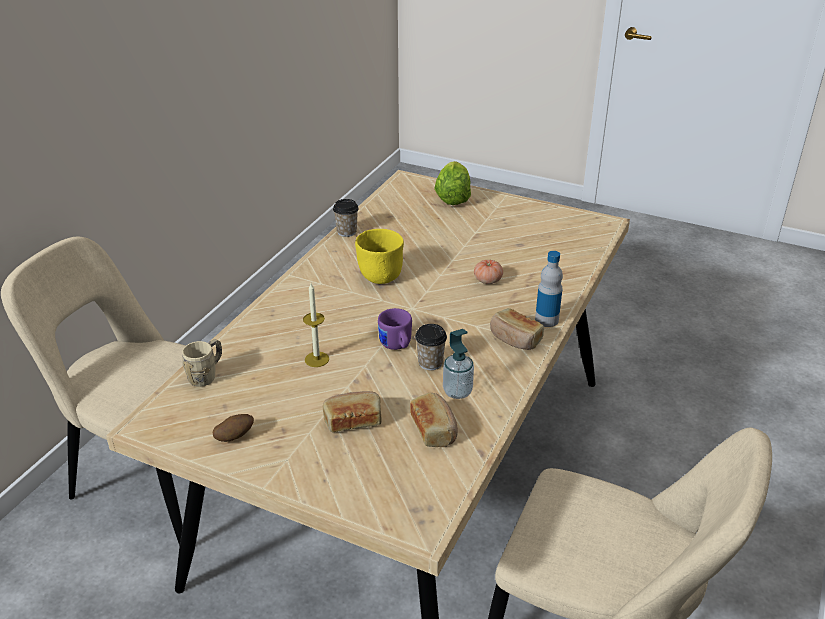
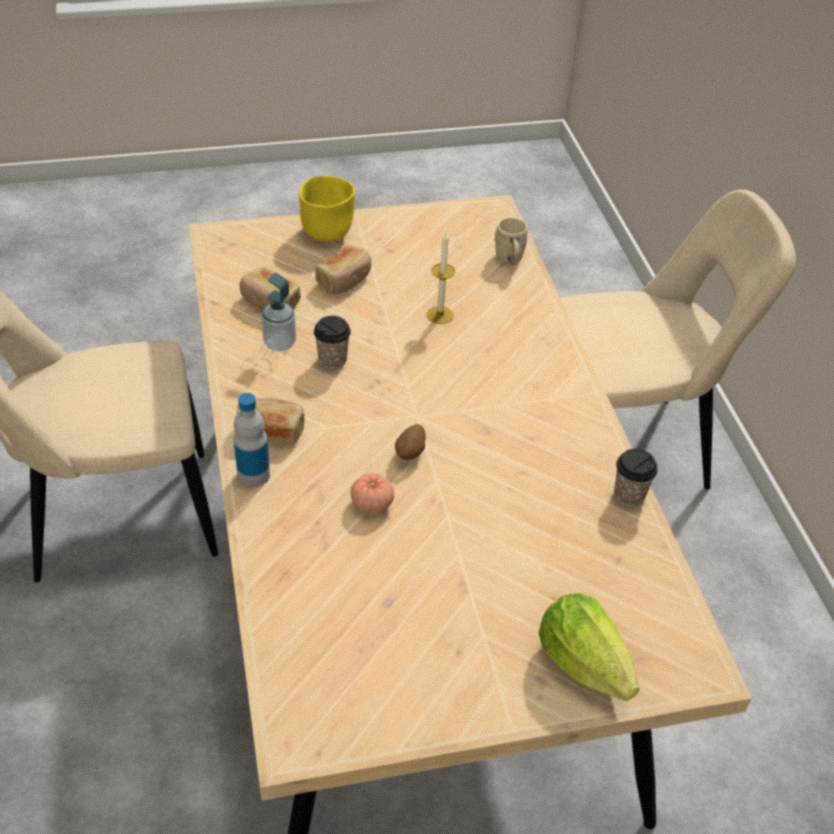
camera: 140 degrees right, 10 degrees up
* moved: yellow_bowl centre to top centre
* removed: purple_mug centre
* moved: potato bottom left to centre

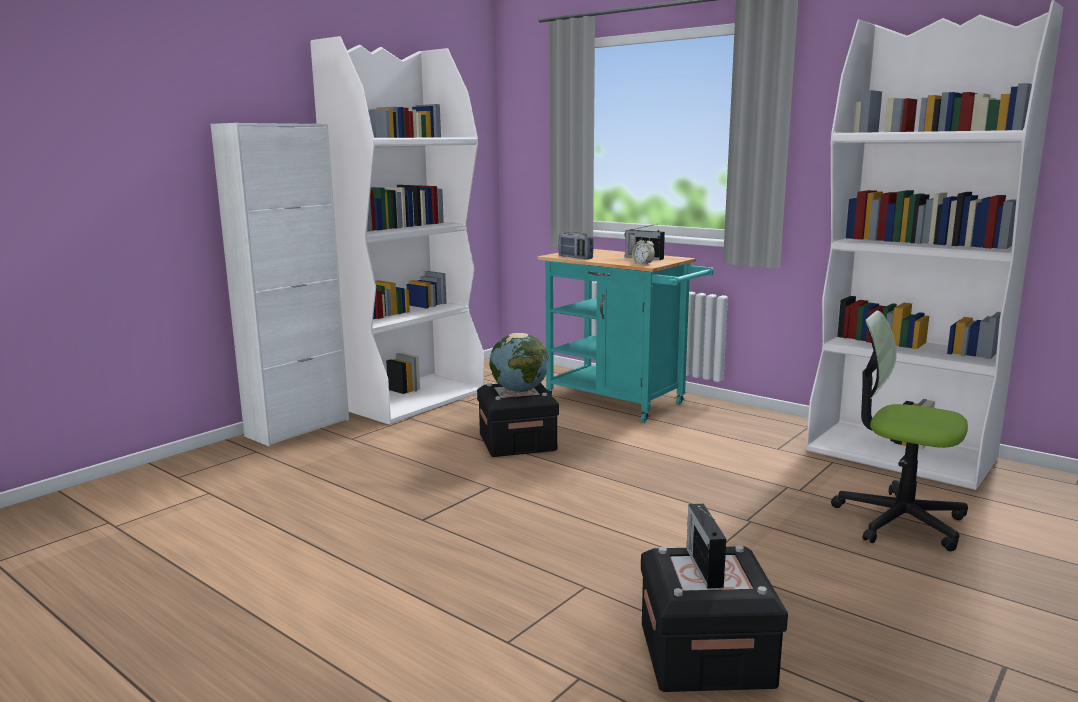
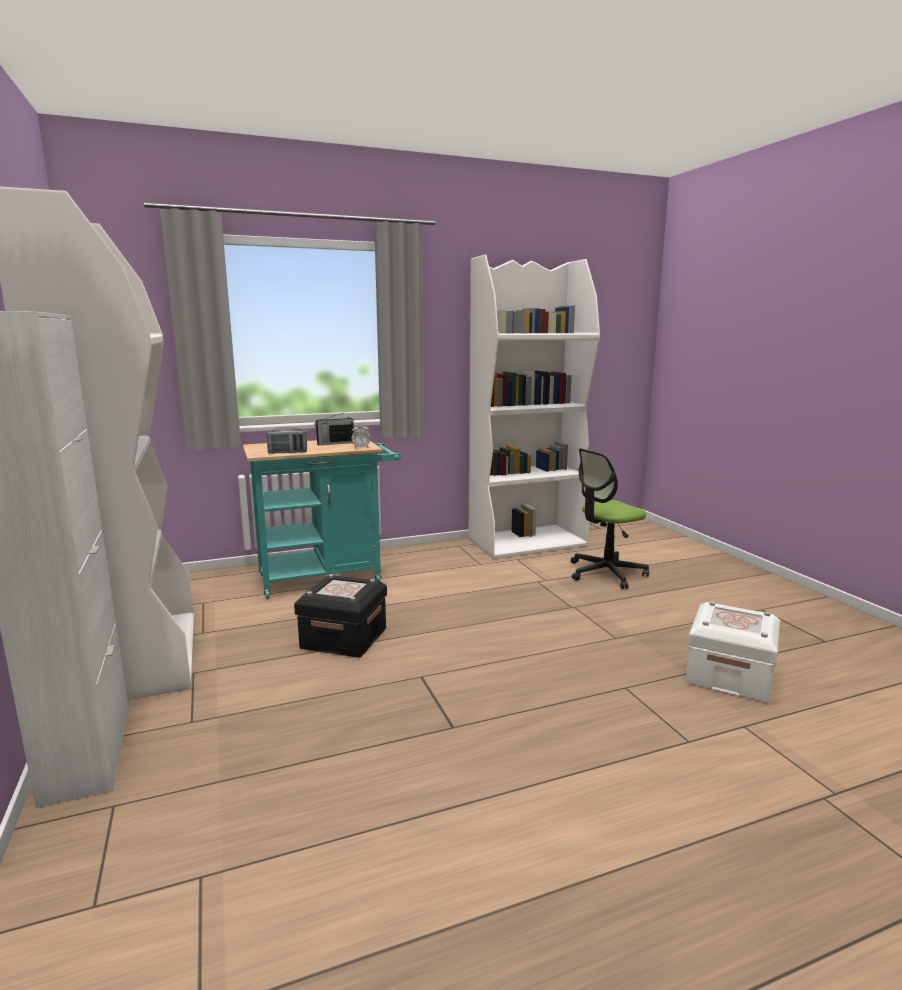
camera: 60 degrees left, 0 degrees up
* removed: globe centre
* removed: radio (3rd from left) bottom centre
* recoloured: black_storage_box (2nd from left) bottom centre to white_storage_box middle right

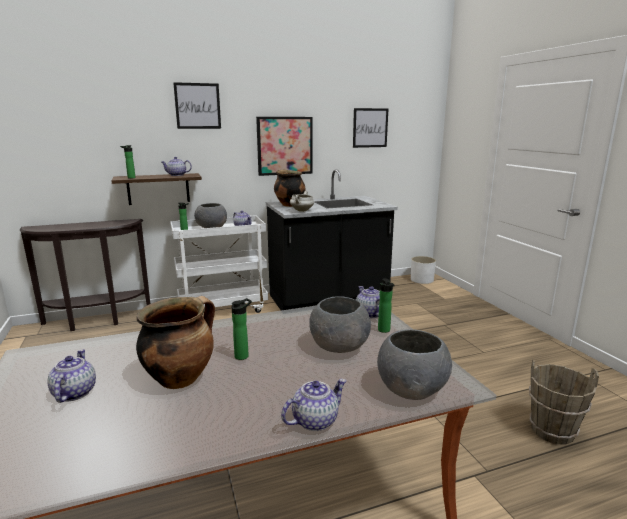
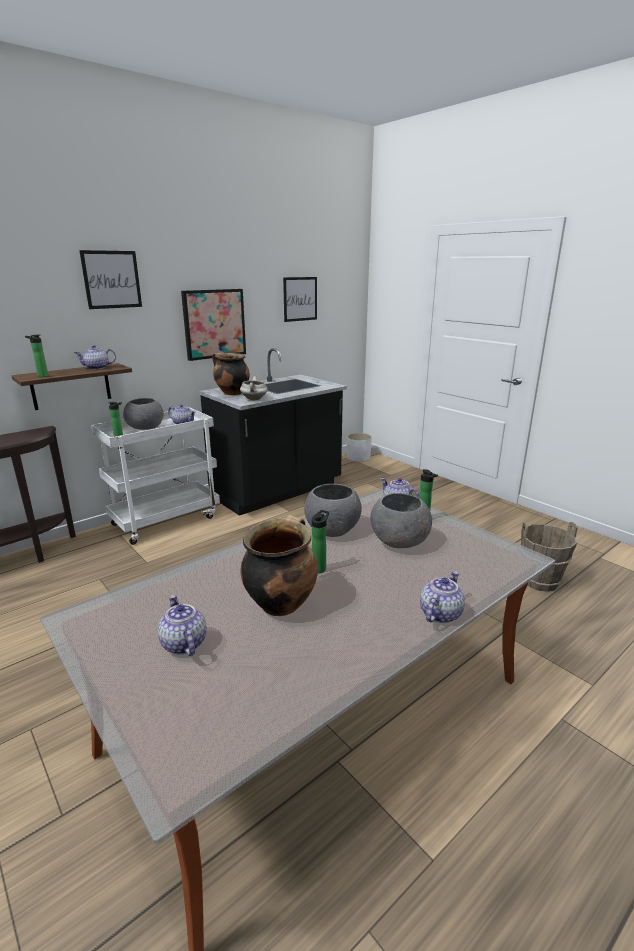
camera: 20 degrees left, 5 degrees up
* moved: grey_bowl (3rd from left in the first image) bottom centre to grey_bowl (2nd from left) centre

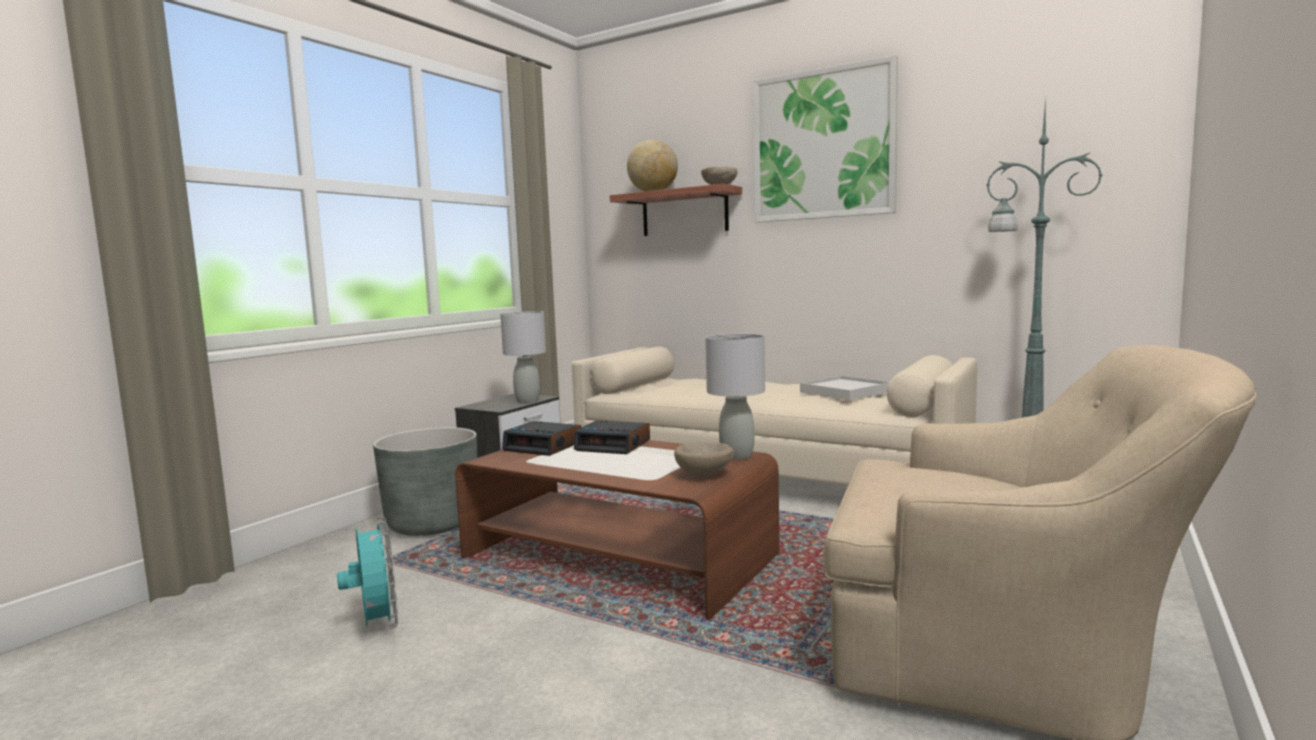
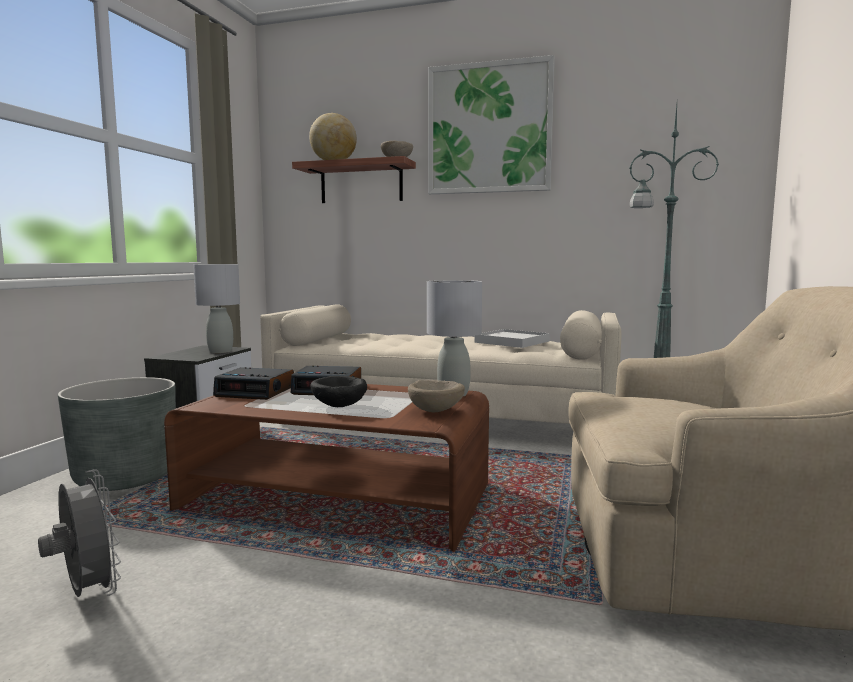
camera: 15 degrees left, 0 degrees up
* recoloured: turquoise_fan bottom left to grey_fan bottom left
* added: black_bowl centre

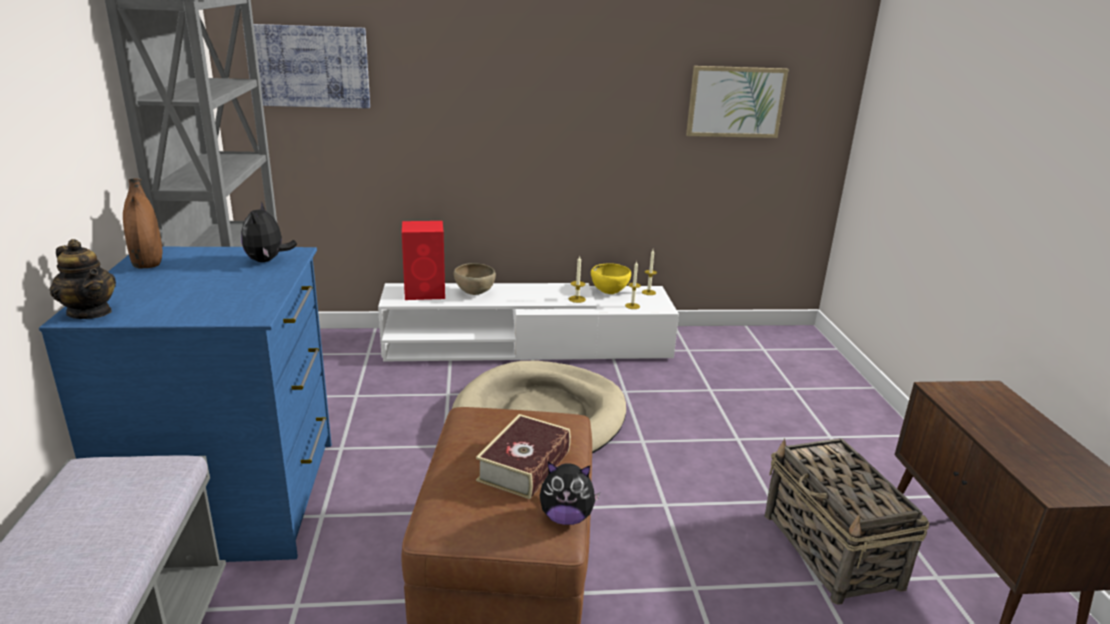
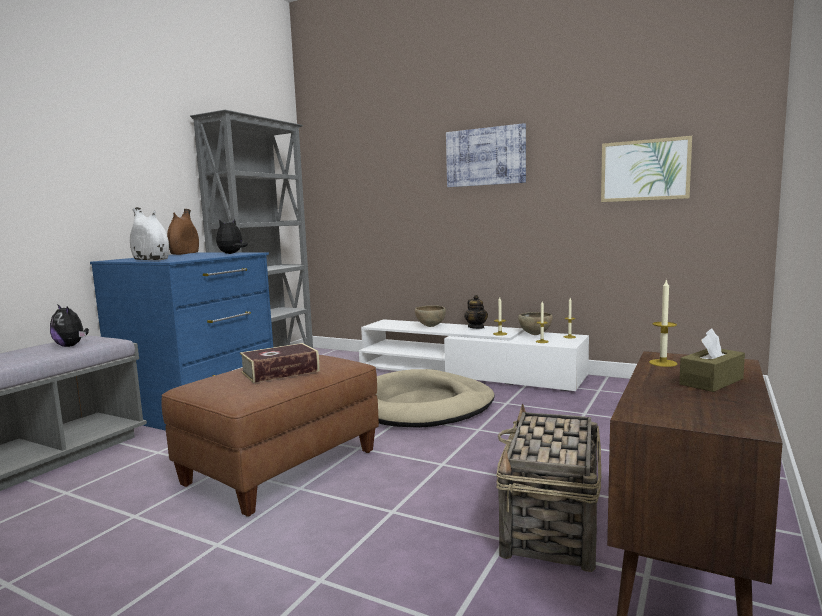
camera: 35 degrees right, 15 degrees down
* moved: picture (1st from left) top left to top centre
* removed: red_speaker centre
* moved: teapot middle left to centre
* recoloured: yellow_bowl centre to brown_bowl (2nd from left) centre
* moved: plush_toy (2nd from left in the first image) bottom centre to plush_toy (1st from left) middle left
* added: white_vase middle left
* added: candle (4th from left) middle right
* added: brown_tissue_box middle right

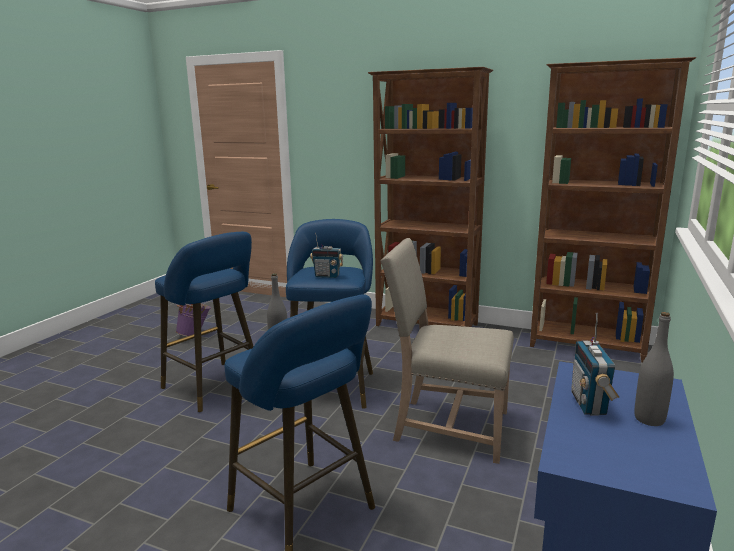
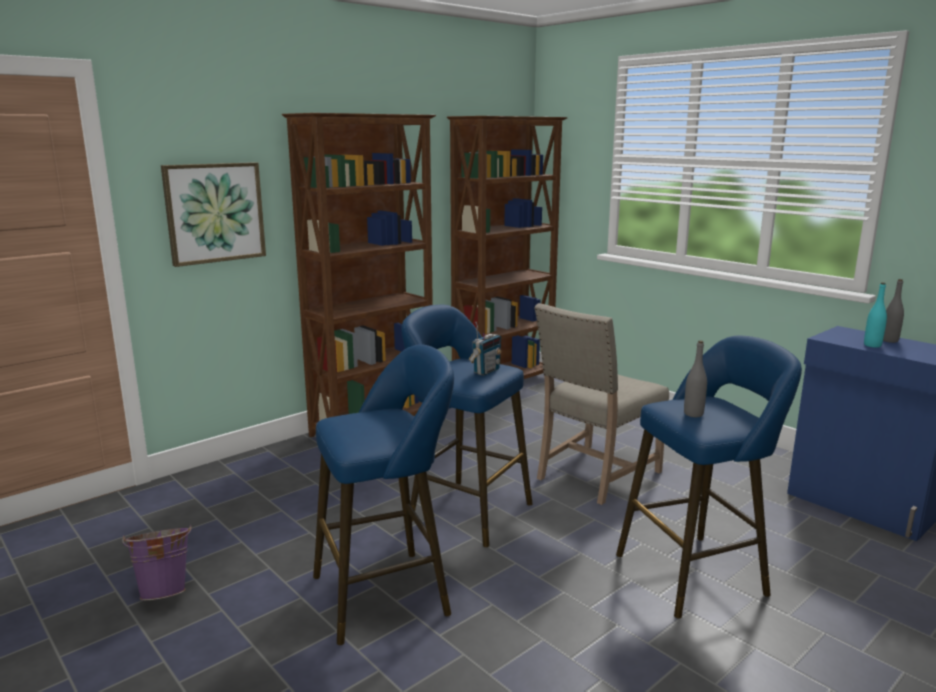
camera: 65 degrees left, 0 degrees up
* replaced: radio (2nd from left) middle right to turquoise_bottle middle right
* added: picture top left

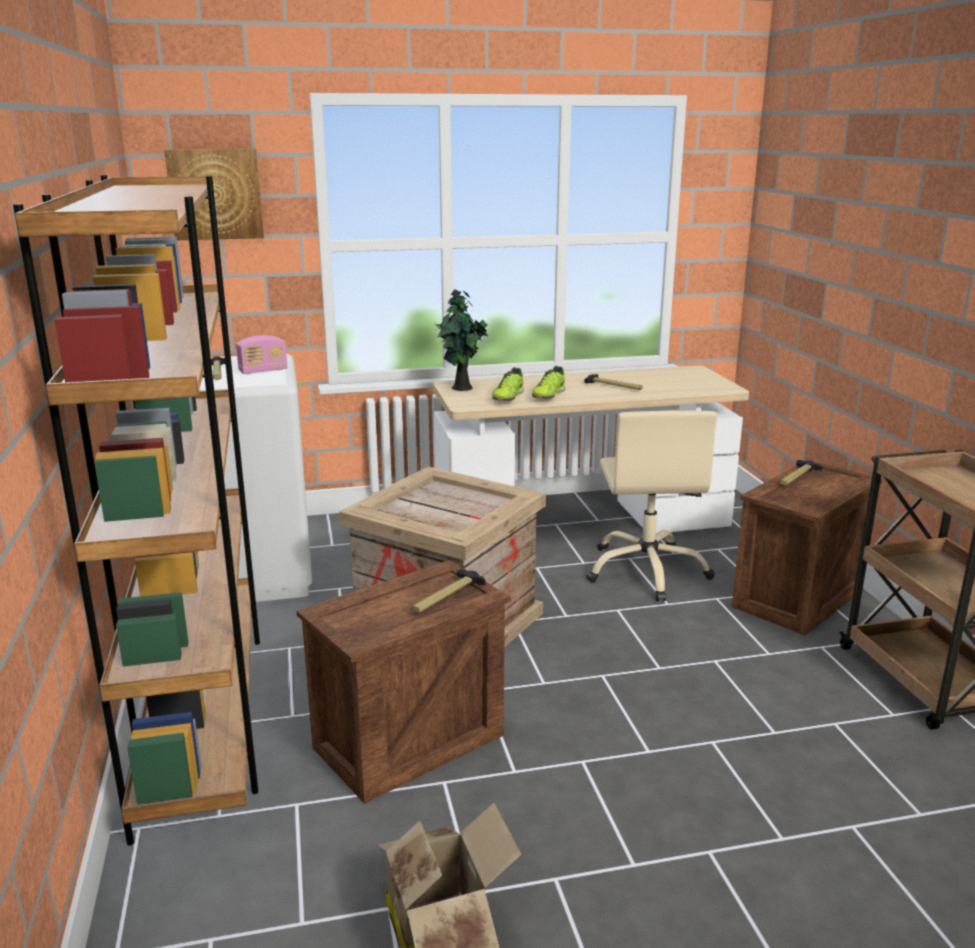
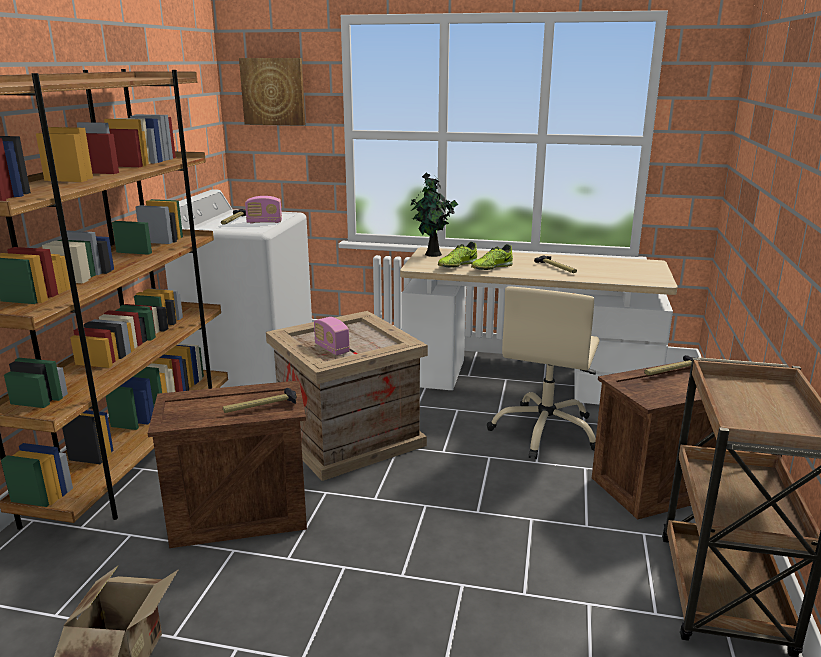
camera: 25 degrees right, 0 degrees up
* added: radio (2nd from left) centre

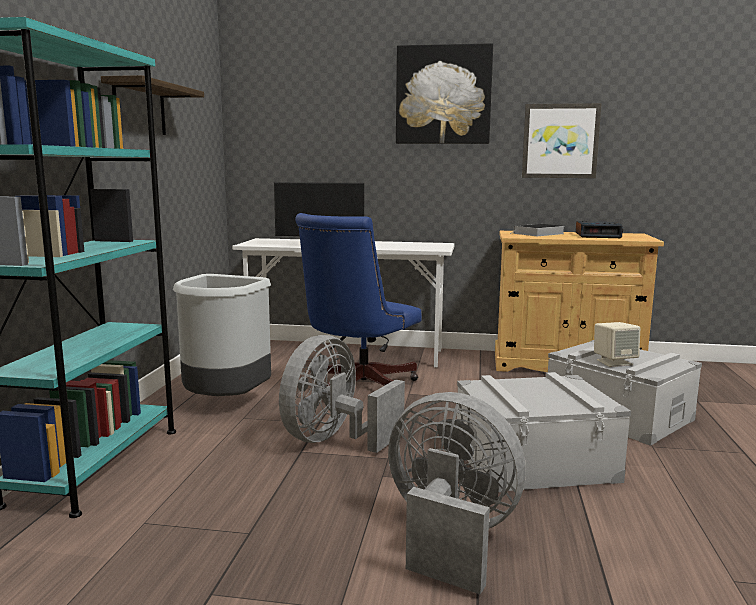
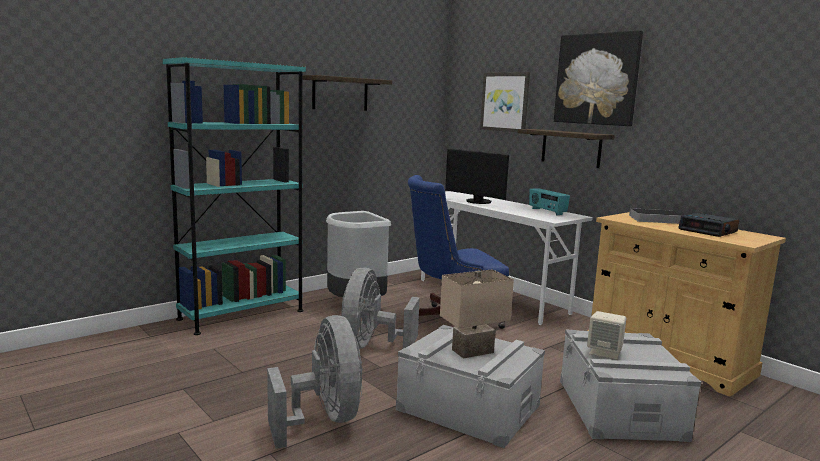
camera: 40 degrees right, 0 degrees up
* moved: picture (2nd from left in the first image) top right to picture (1st from left) top centre
* turned: grey_fan (1st from left in the first image) centre = bottom centre 60 degrees counterclockwise
* added: shelf (2nd from left) top right
* added: radio middle right
* added: beige_table_lamp bottom centre

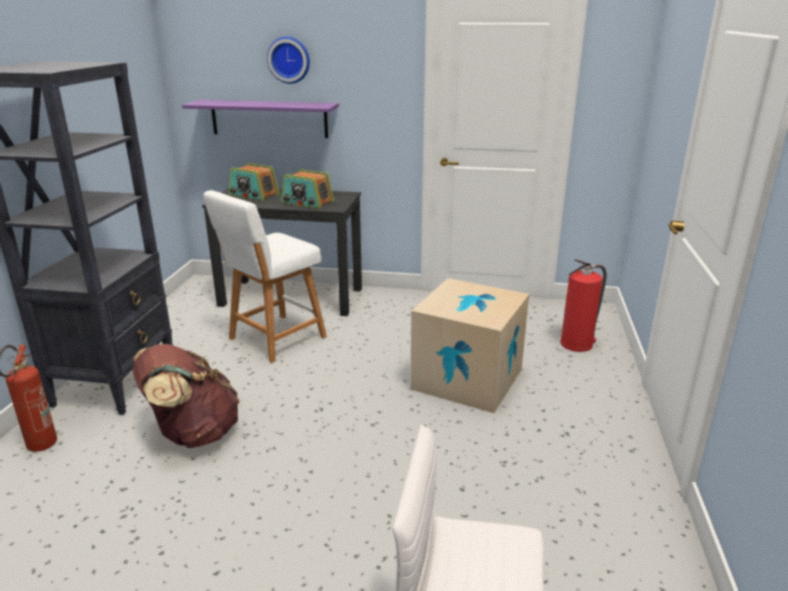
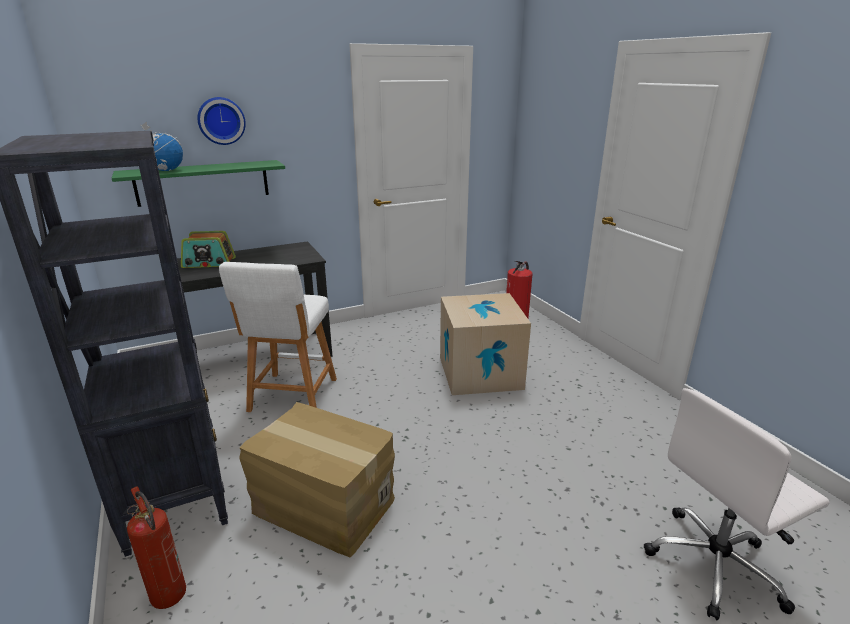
camera: 35 degrees left, 0 degrees up
* recoloured: purple_shelf top left to green_shelf top left
* removed: radio (2nd from left) top centre
* replaced: brown_backpack bottom left to cardboard_box (1st from left) bottom centre
* added: globe top left

